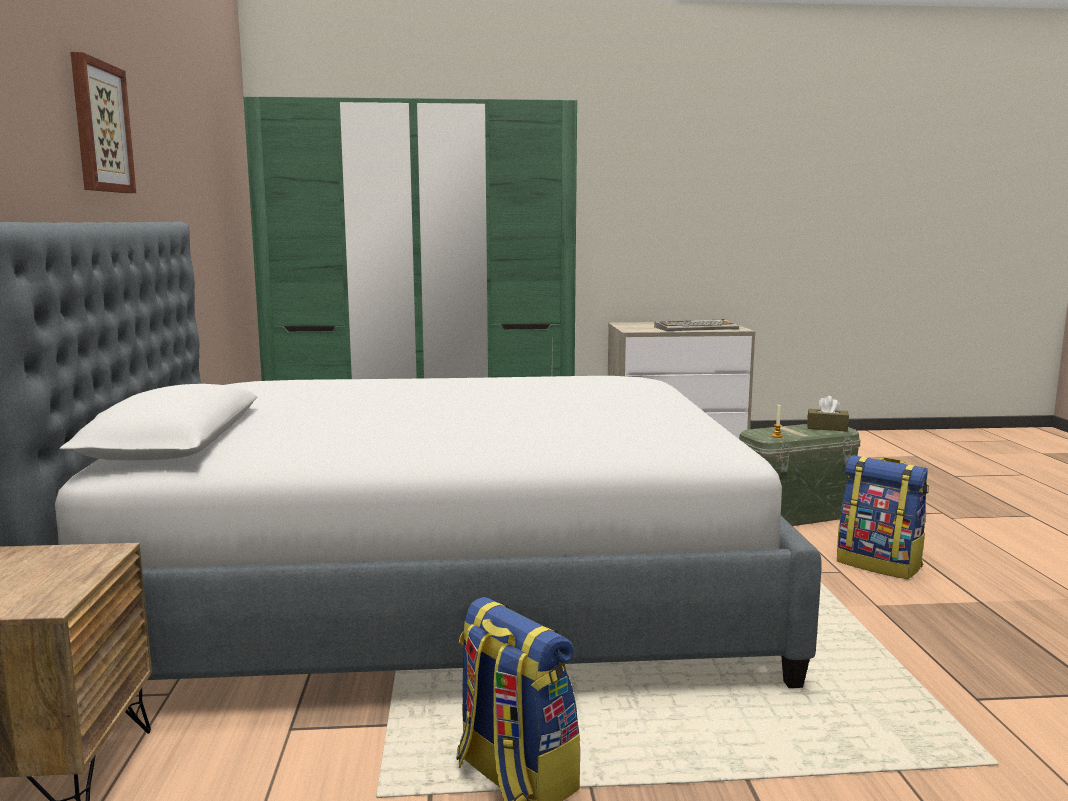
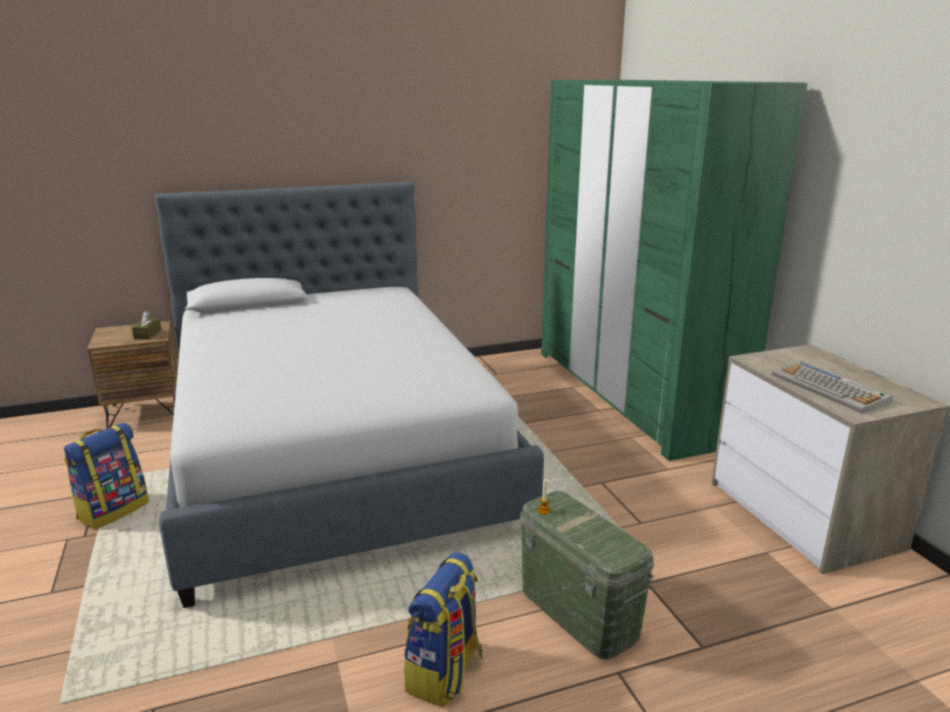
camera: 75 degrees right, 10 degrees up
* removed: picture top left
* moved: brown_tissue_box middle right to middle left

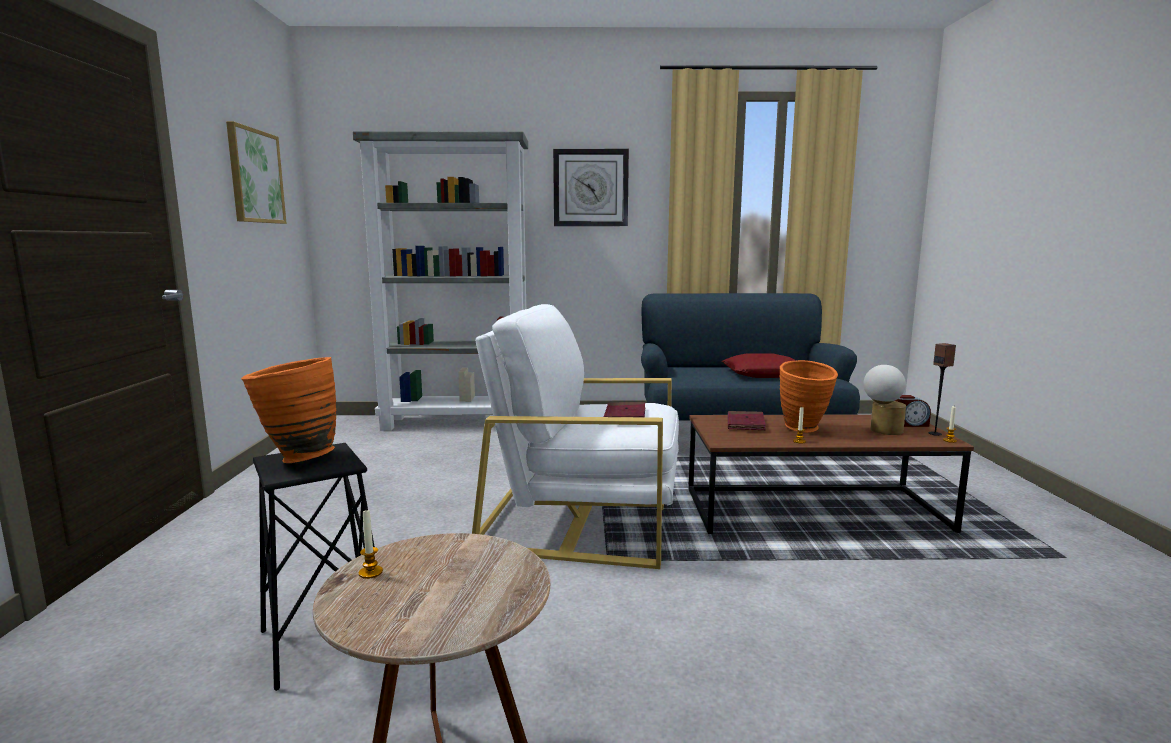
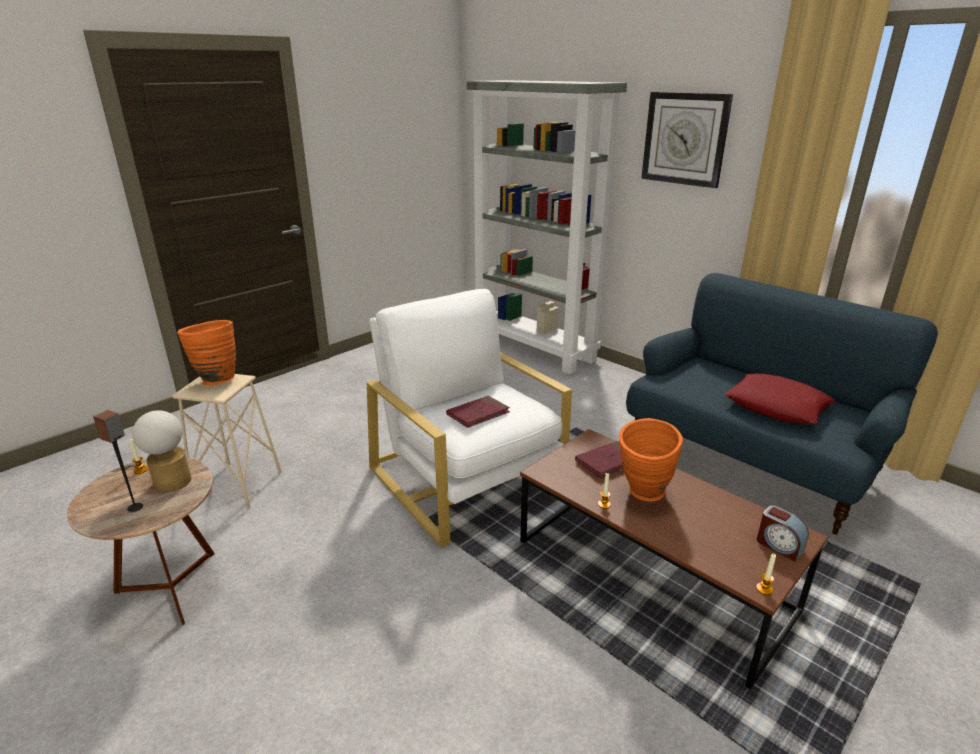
camera: 45 degrees right, 15 degrees up
* removed: picture top left
* moved: speaker middle right to middle left
* moved: table_lamp middle right to middle left
* recoloured: black_stool bottom left to beige_stool middle left

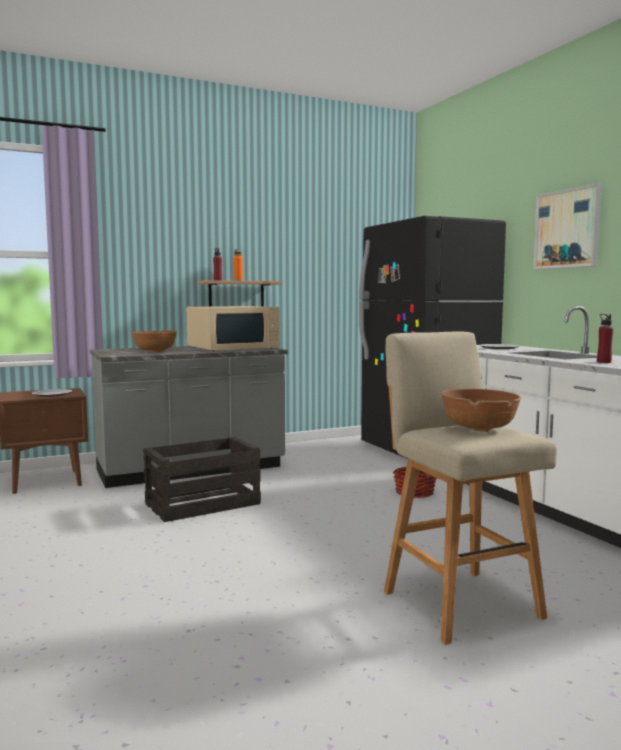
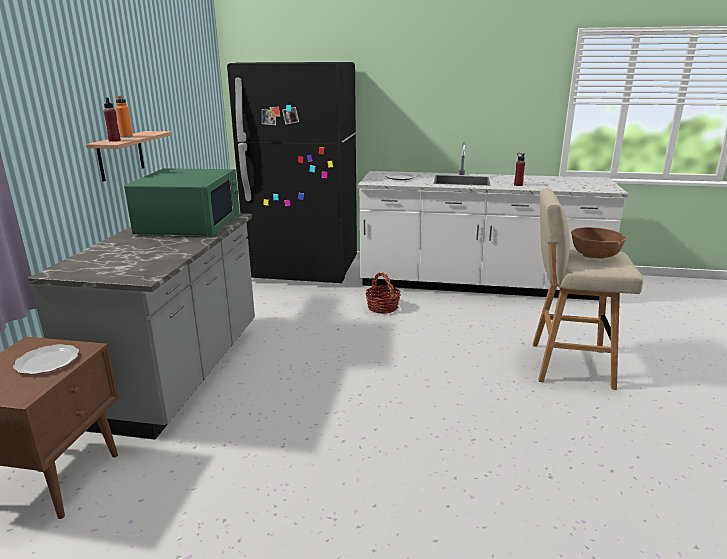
camera: 55 degrees left, 15 degrees up
* removed: picture top right
* recoloured: beige_microwave centre to green_microwave middle left
* removed: brown_bowl (1st from left) middle left
* removed: crate middle left

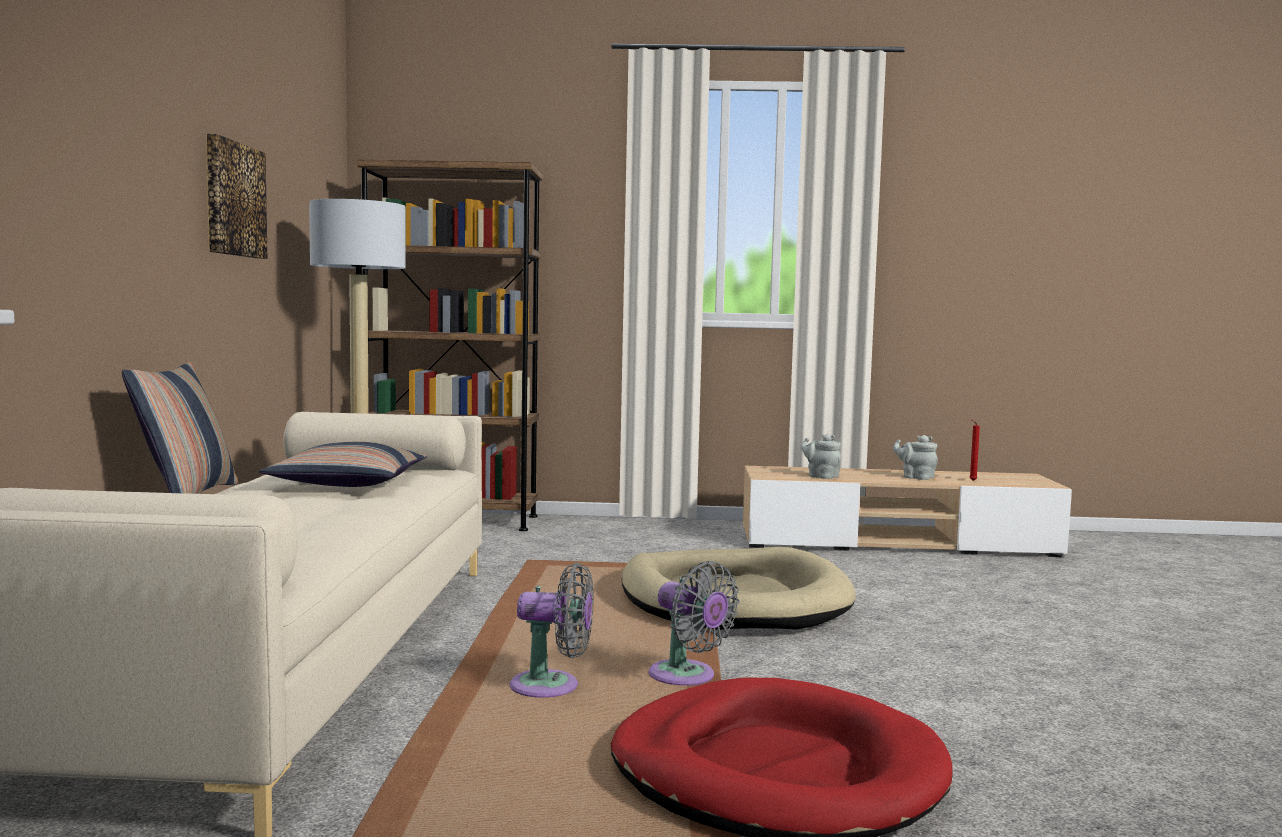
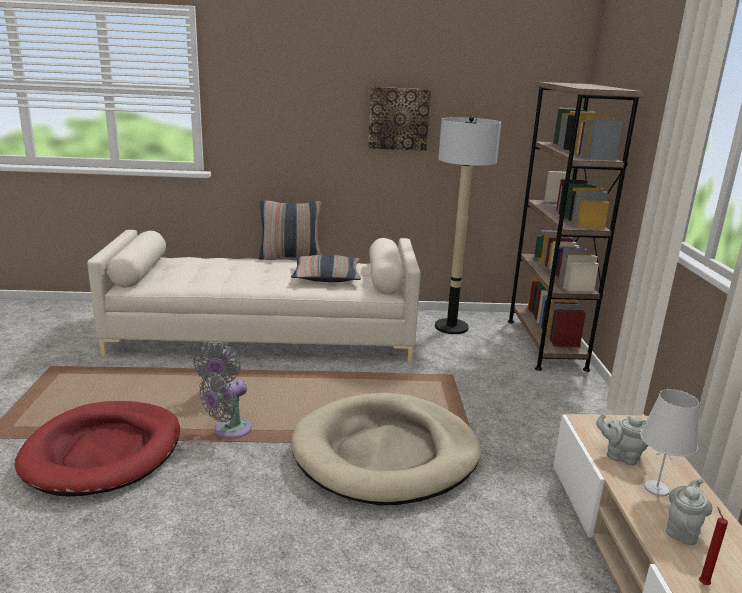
camera: 85 degrees right, 15 degrees up
* turned: grey_teapot (1st from left) centre = bottom right 105 degrees counterclockwise
* added: white_table_lamp bottom right

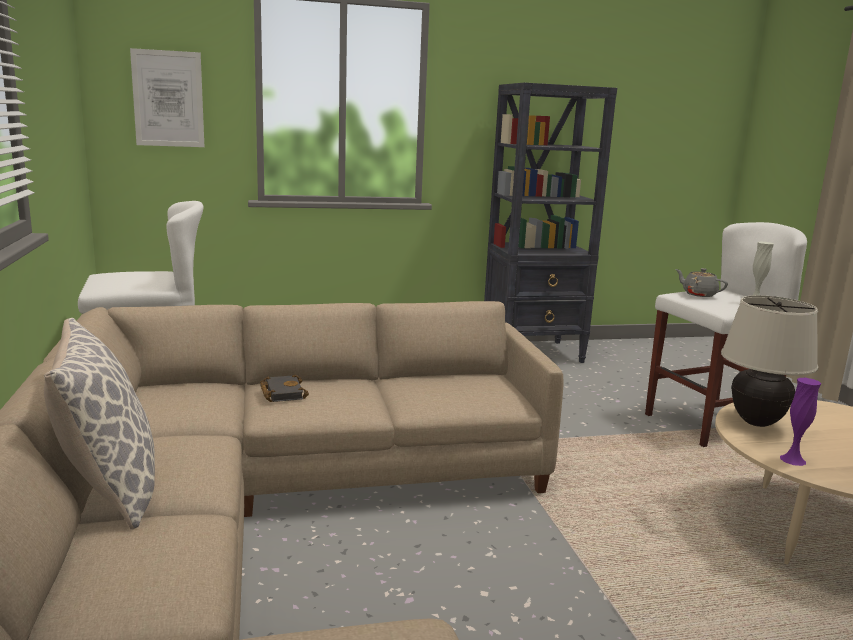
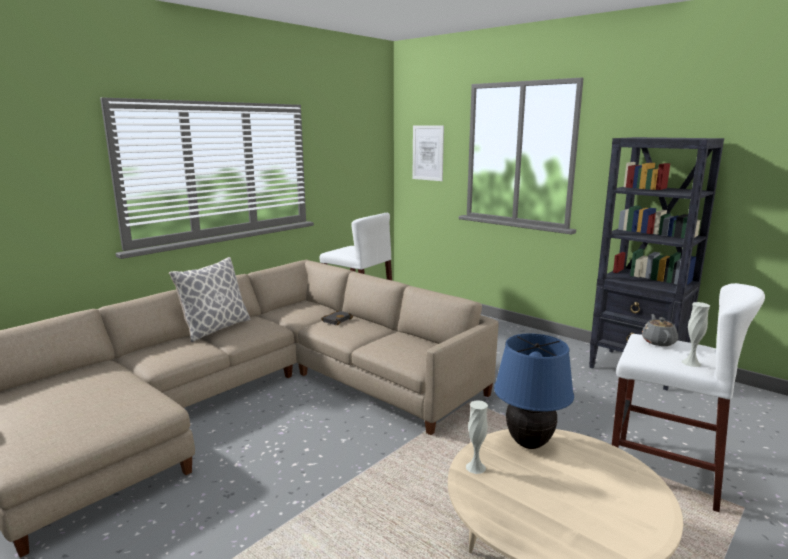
camera: 55 degrees right, 0 degrees up
* recoloured: beige_table_lamp middle right to blue_table_lamp bottom right
* recoloured: purple_vase middle right to white_vase (1st from left) bottom centre

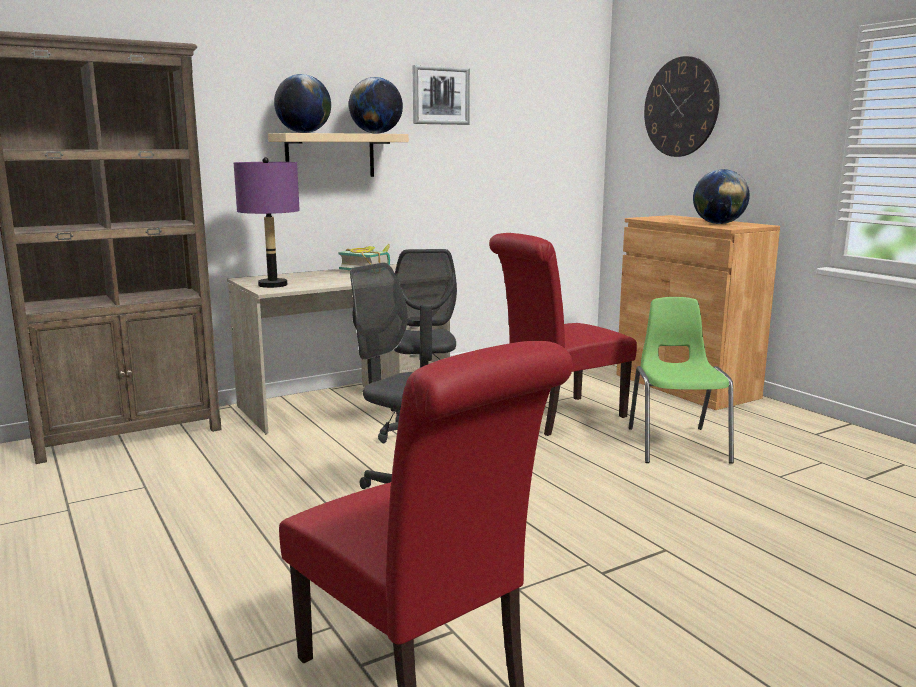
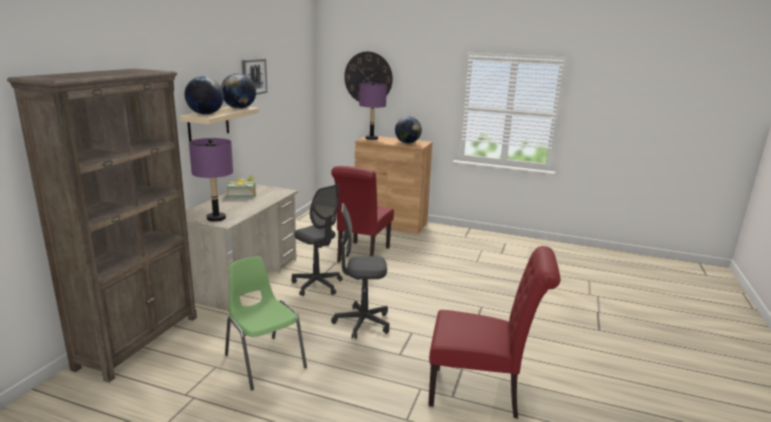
camera: 40 degrees left, 5 degrees up
* moved: green_chair middle right to bottom centre
* added: purple_table_lamp (2nd from left) top centre

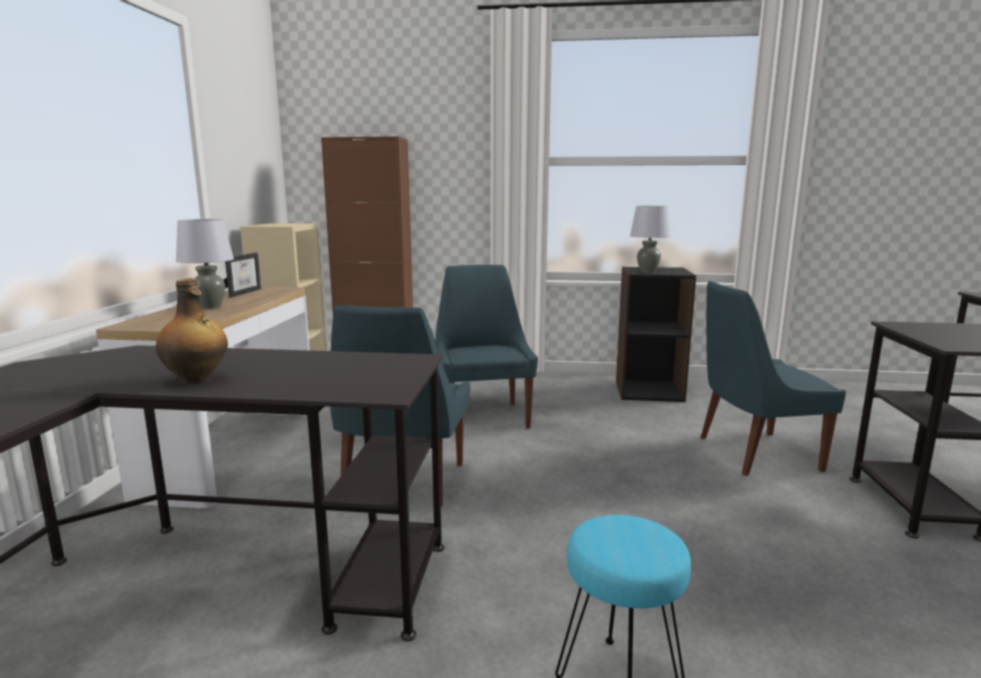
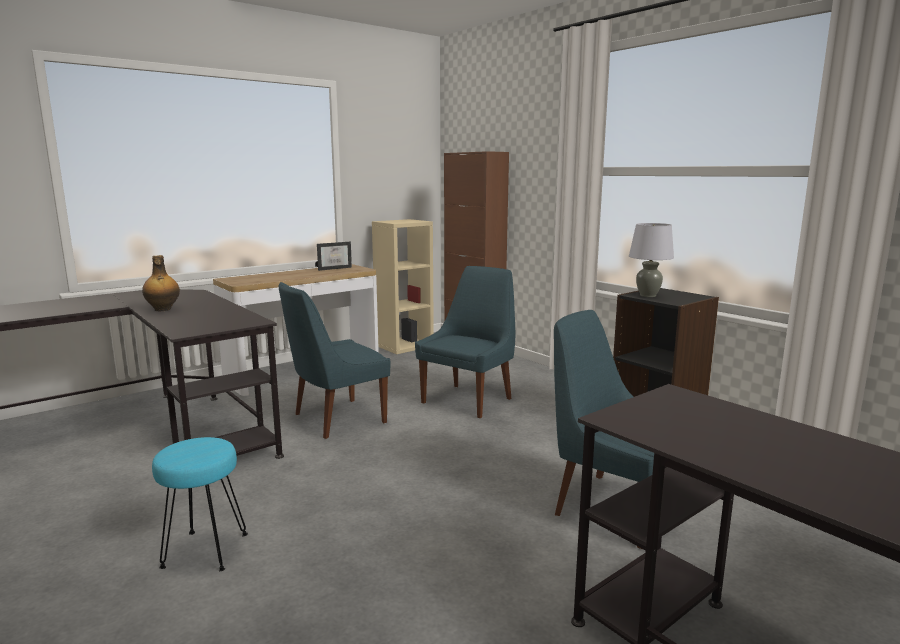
camera: 45 degrees right, 0 degrees up
* removed: grey_table_lamp (1st from left) middle left

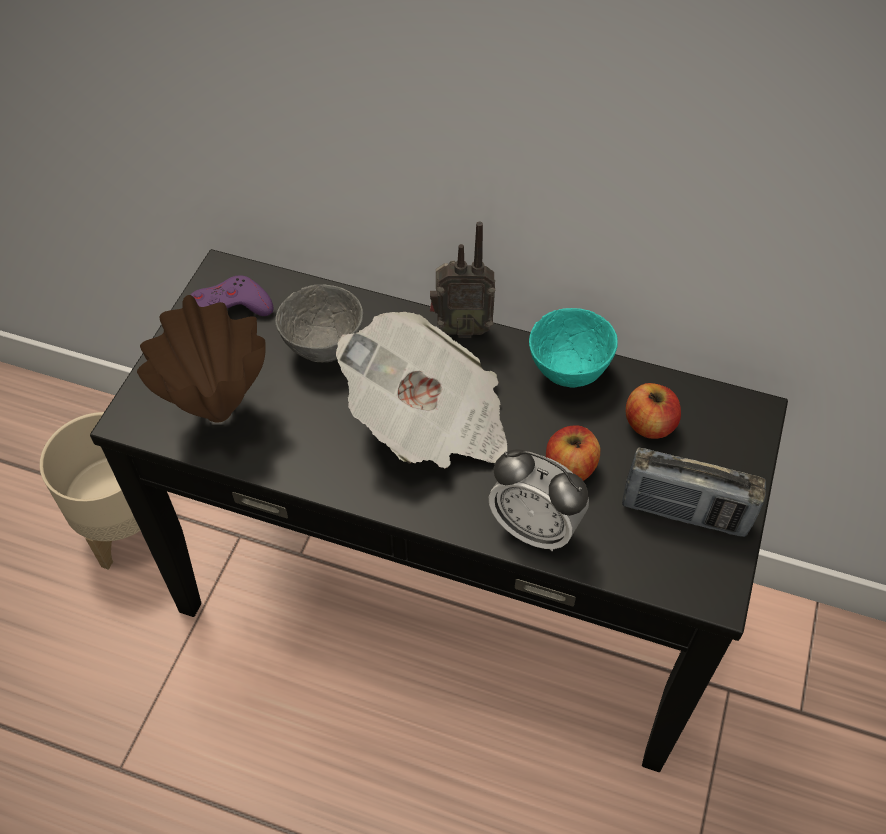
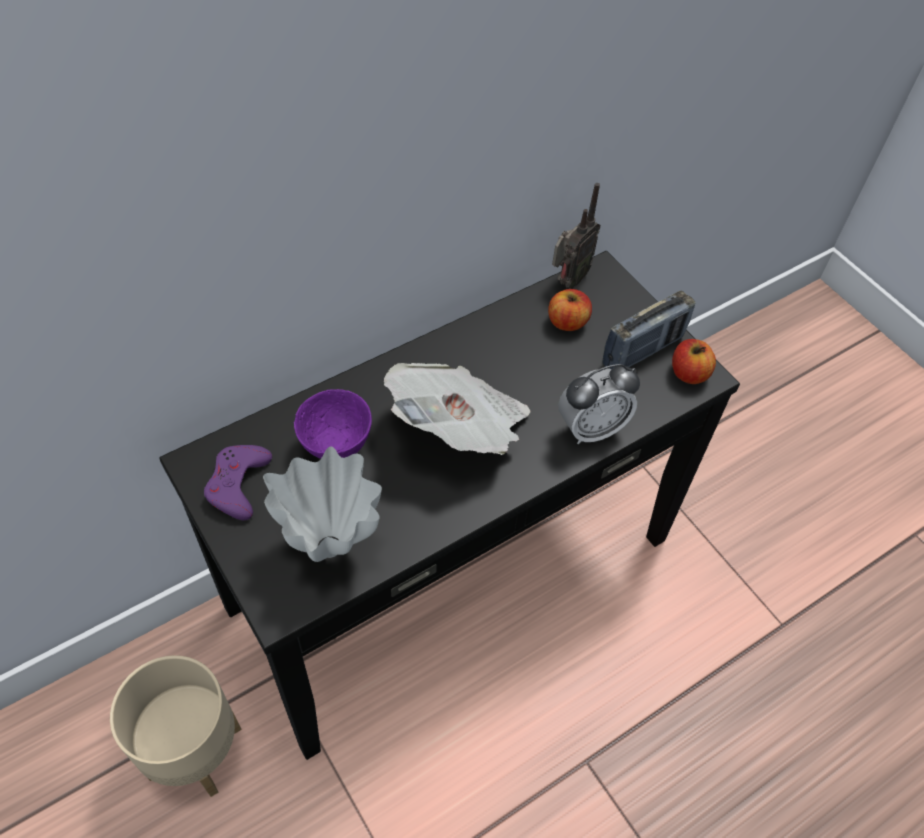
camera: 55 degrees left, 0 degrees up
* moved: radio (1st from left) centre to top centre
* recoloured: grey_bowl centre to purple_bowl centre
* recoloured: brown_vase middle left to white_vase centre
* removed: turquoise_bowl centre
* moved: apple (1st from left in the first image) centre to apple (2nd from left) middle right

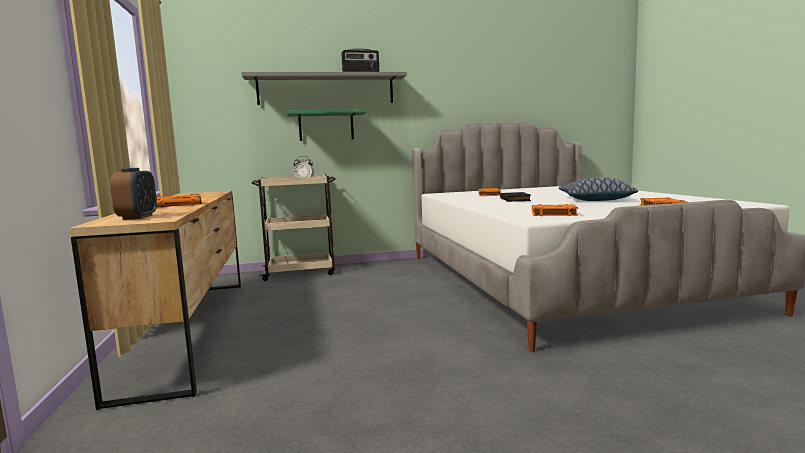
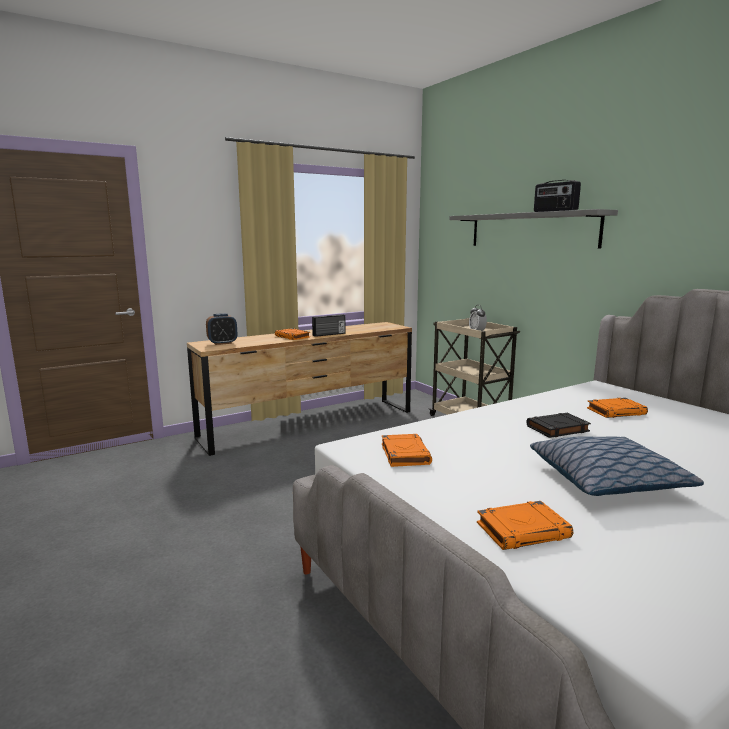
camera: 70 degrees right, 5 degrees up
* removed: green_shelf top centre
* added: radio (1st from left) centre

